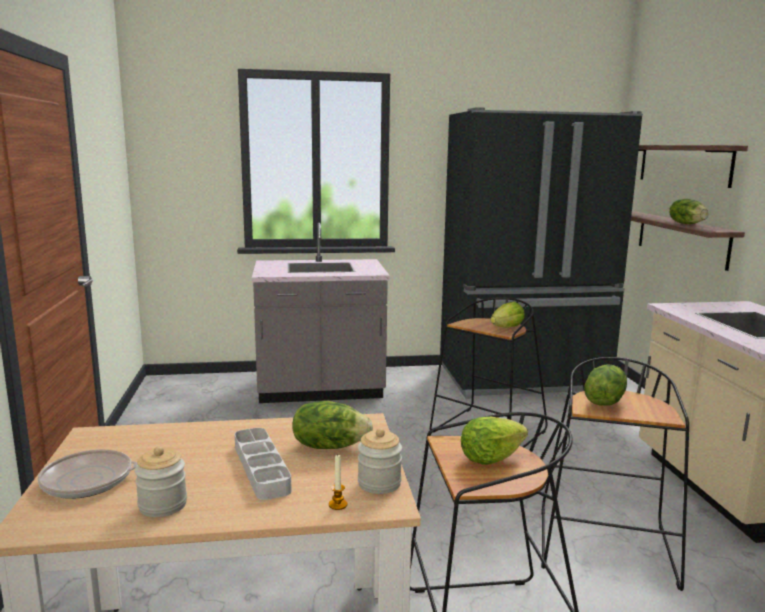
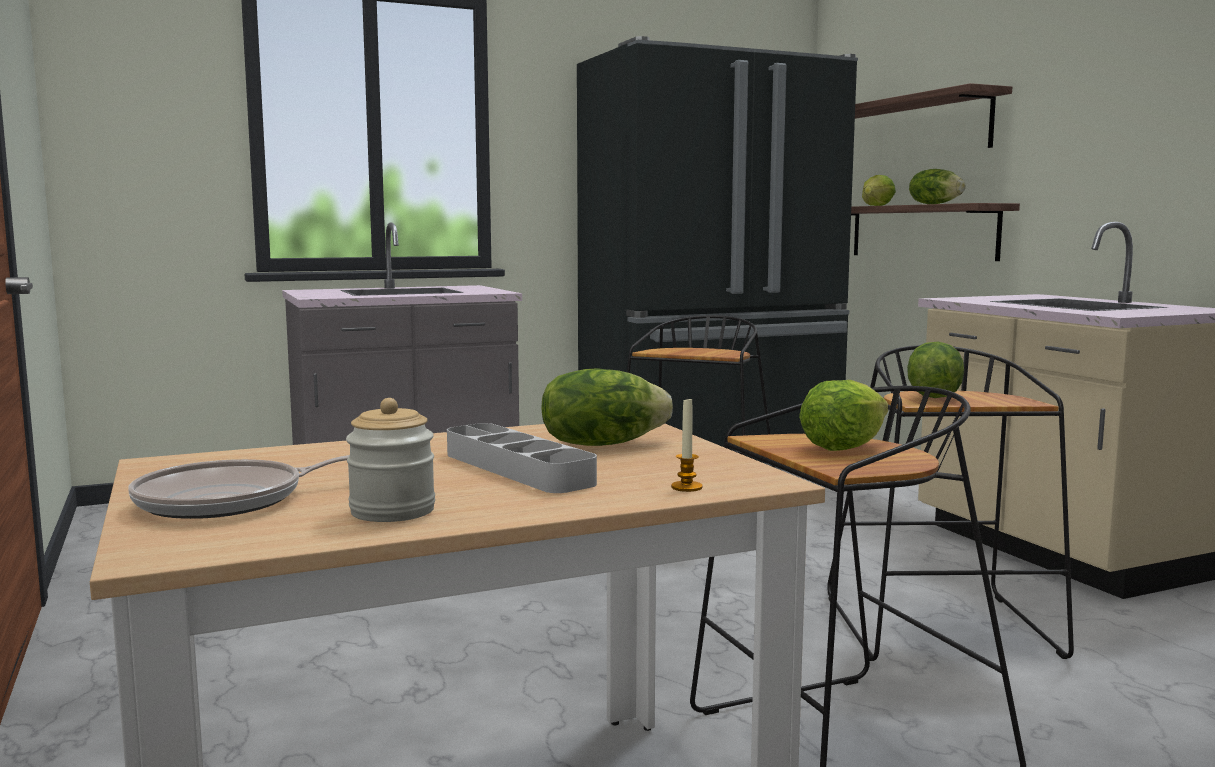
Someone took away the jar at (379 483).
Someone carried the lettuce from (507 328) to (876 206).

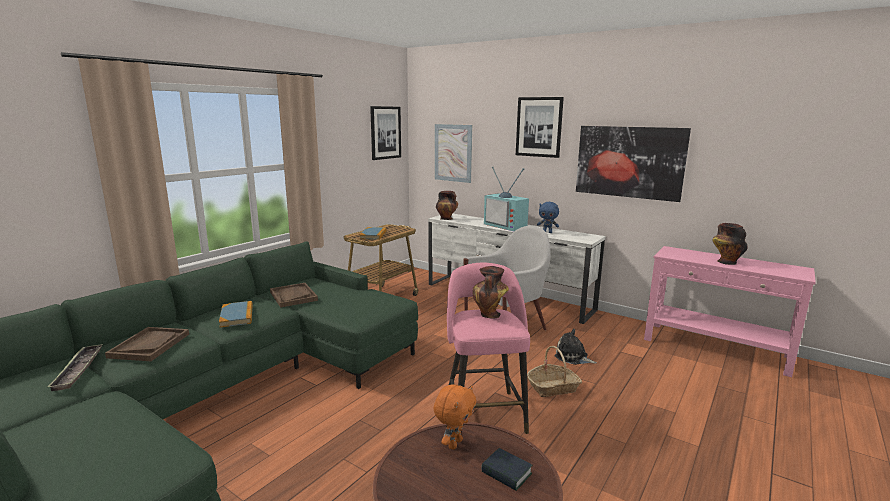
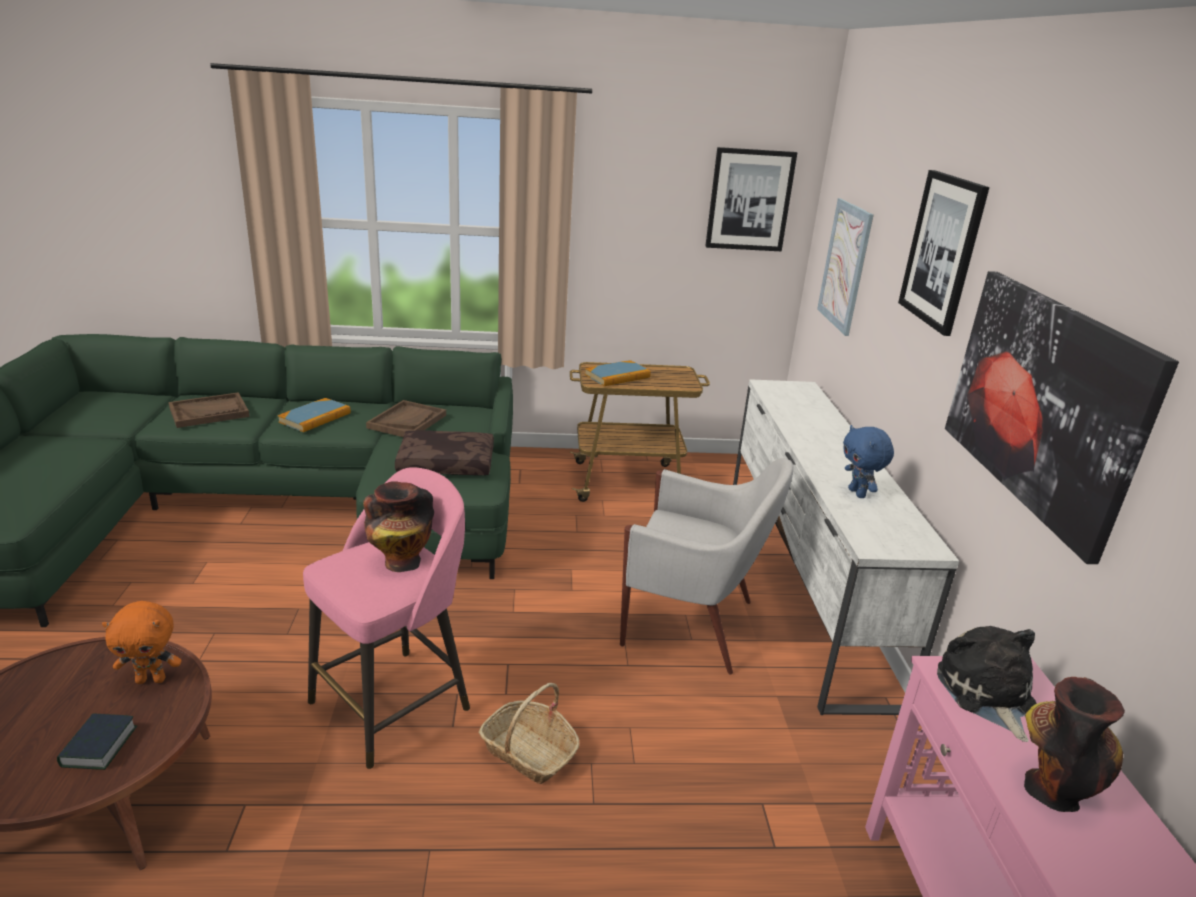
Someone took away the tray at (78 370).
Someone took away the vase at (447 219).
Someone took away the television at (507 226).
Someone carried the plush toy from (573 357) to (986 694).
Someone put down the brown pillow at (447 463).

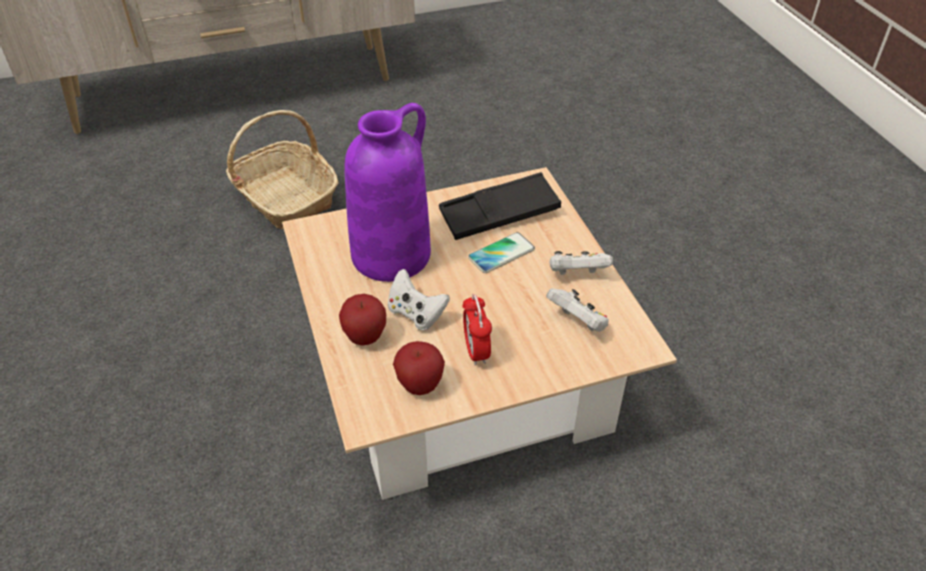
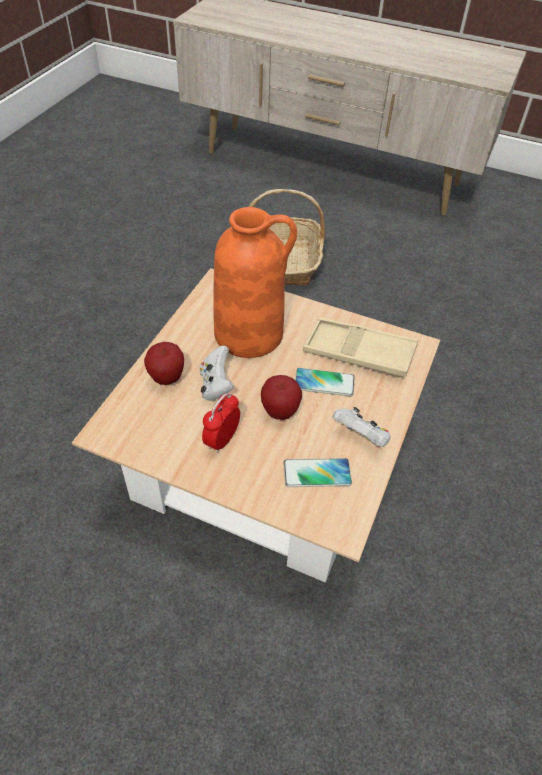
Someone repainted the purple vase at (391 254), which became the orange vase at (250 333).
Someone carried the apple from (420 386) to (280 412).
Someone repainted the black tray at (499 213), which became the beige tray at (359 352).
Someone swapped the white game controller at (578 323) for the phone at (317 473).

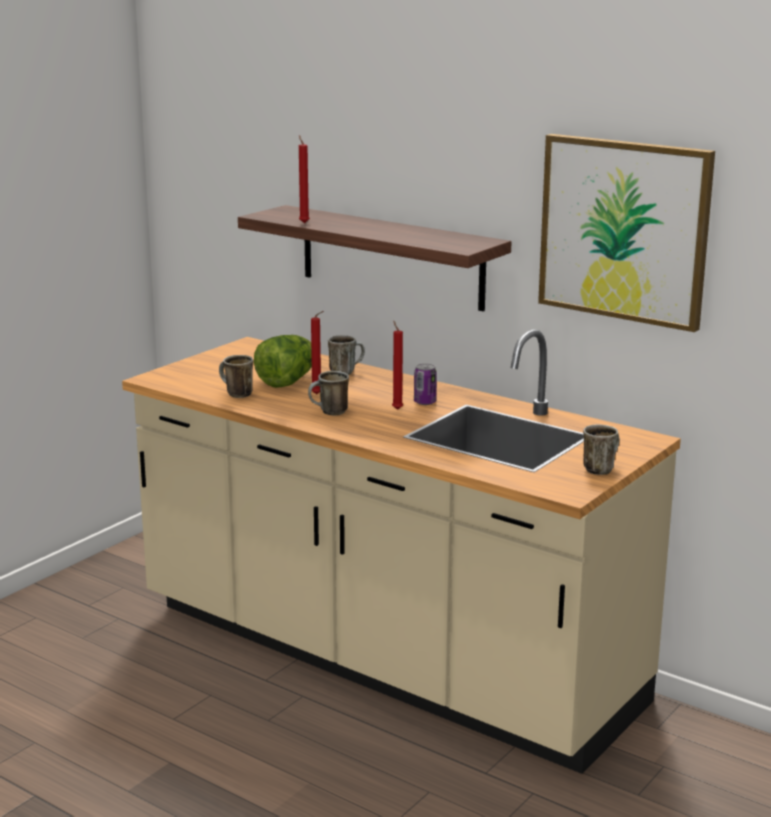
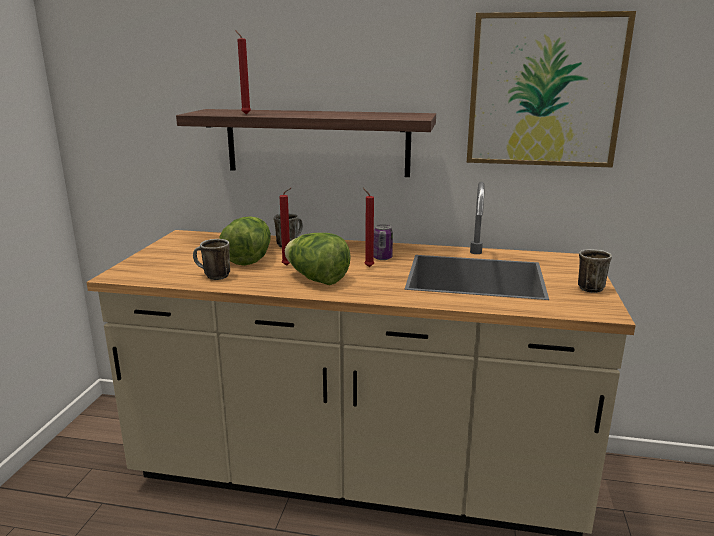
Someone swapped the mug at (329 413) for the lettuce at (316 279).

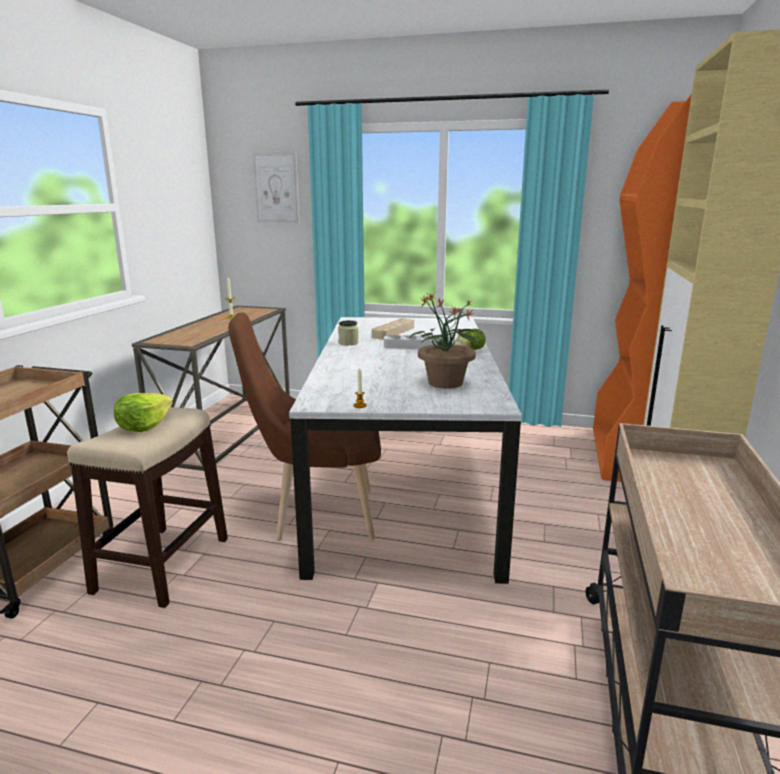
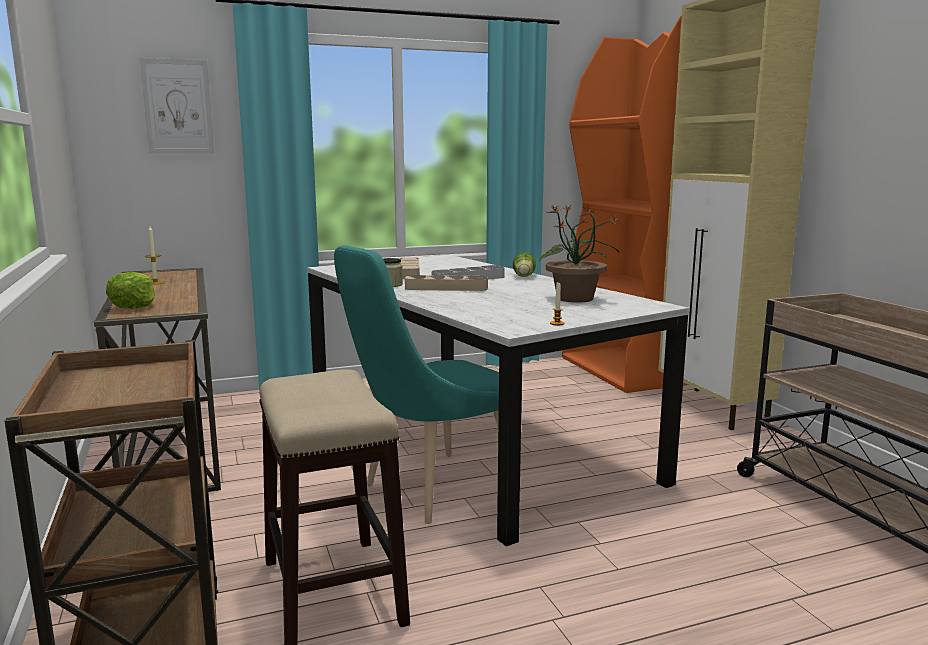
Someone carried the lettuce from (144 426) to (134 306).
Someone repainted the brown chair at (317 516), which became the turquoise chair at (432 490).
Someone put down the beige tray at (446 288).

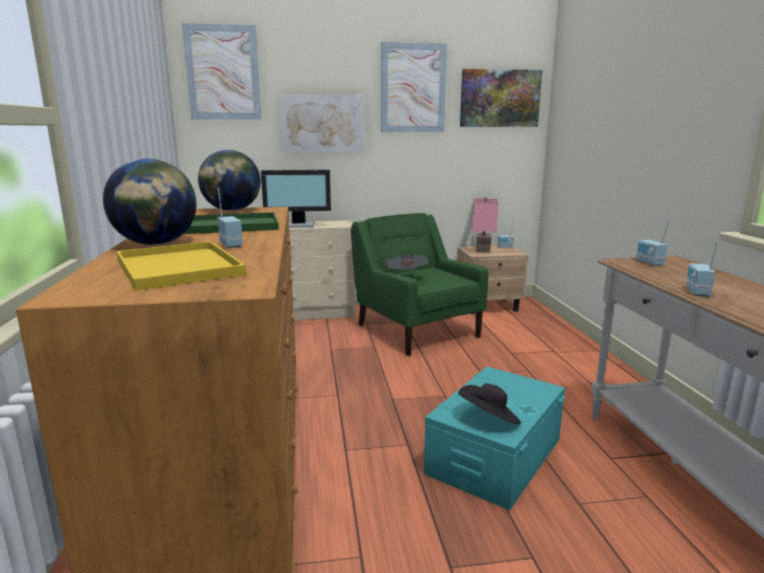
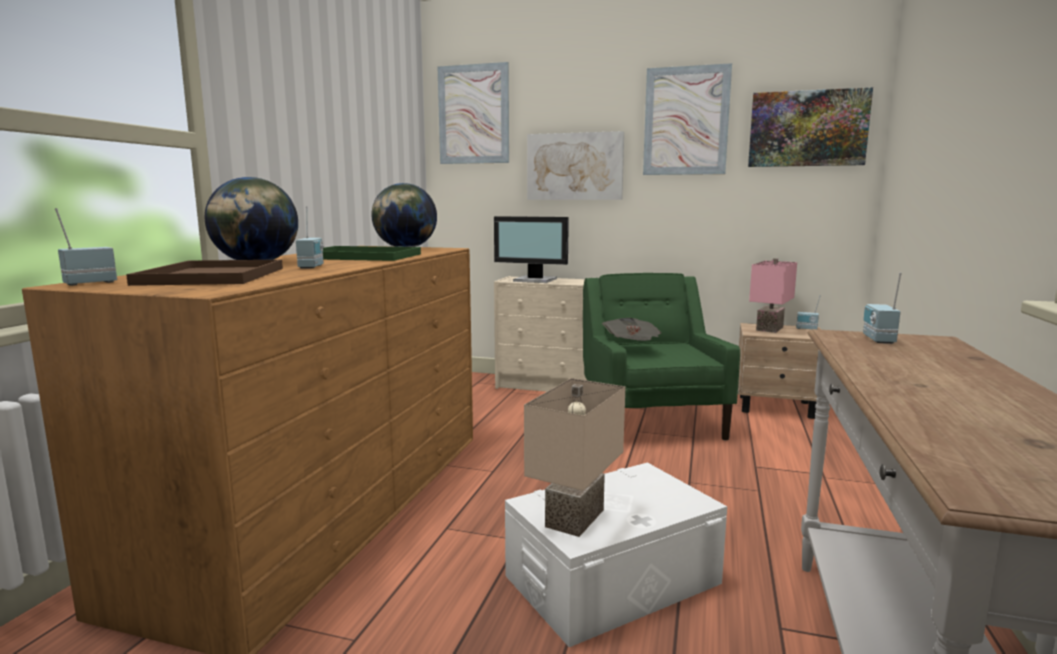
Someone repainted the yellow tray at (176 266), which became the brown tray at (213 275).
Someone repainted the turquoise storage box at (494 456), which became the white storage box at (612 579).
Someone swapped the black hat at (489 419) for the beige table lamp at (577 519).
Someone carried the radio from (696 292) to (90 283).

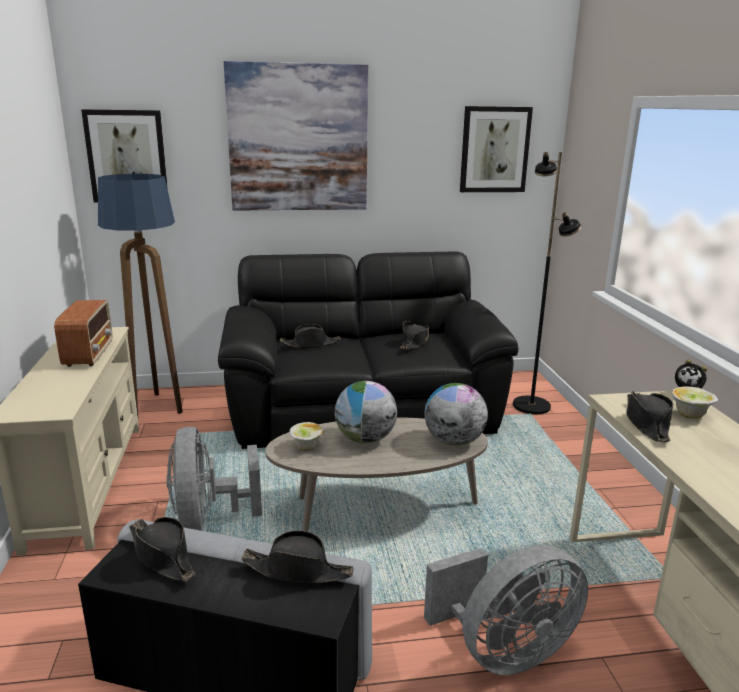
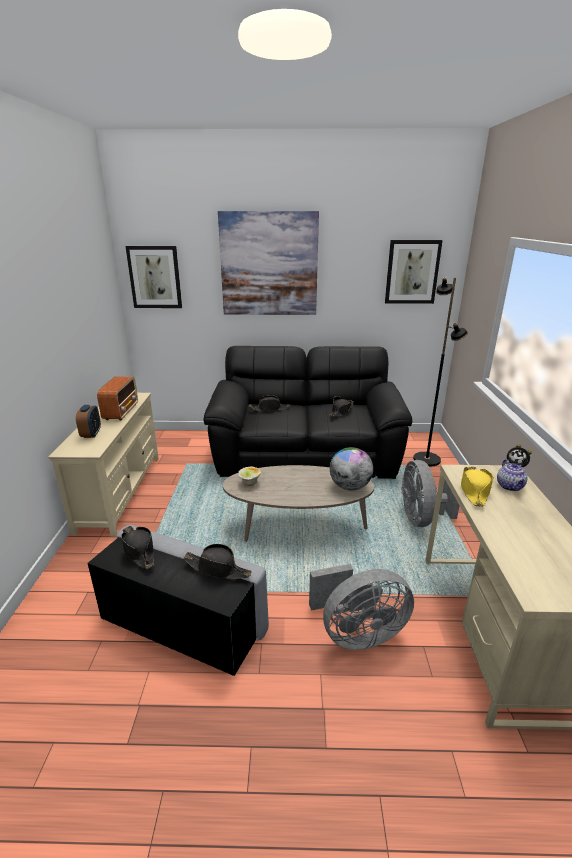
Someone took away the floor lamp at (157 405).
Someone carried the grey fan from (208 520) to (421 518).
Someone took away the globe at (365 439).
Someone repainted the black hat at (647 423), which became the yellow hat at (474 490).
Someone swapped the bowl at (690 415) for the teapot at (510 486).
Someone put down the alarm clock at (91 434).

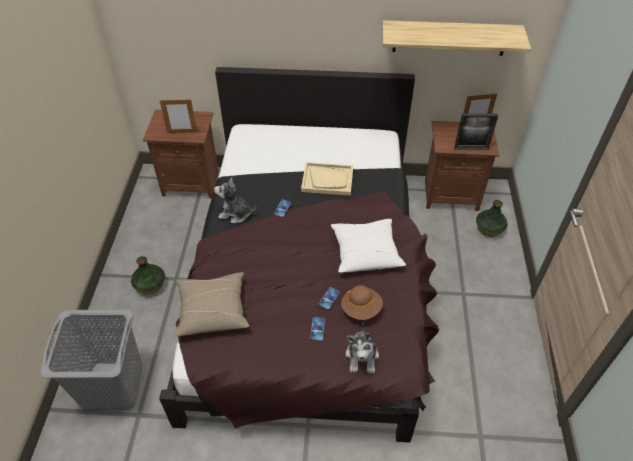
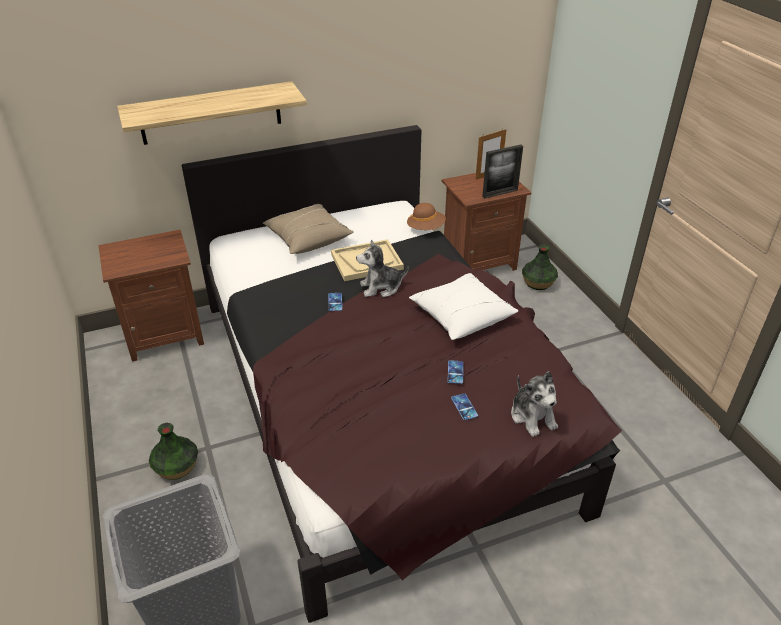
Someone took away the picture frame at (182 132).
Someone carried the beige pillow from (212 310) to (308 238).
Someone carried the plush toy from (235 214) to (381 287).
Someone carried the brown hat from (361 308) to (426 228).
Someone carried the shelf from (449 38) to (211 113).

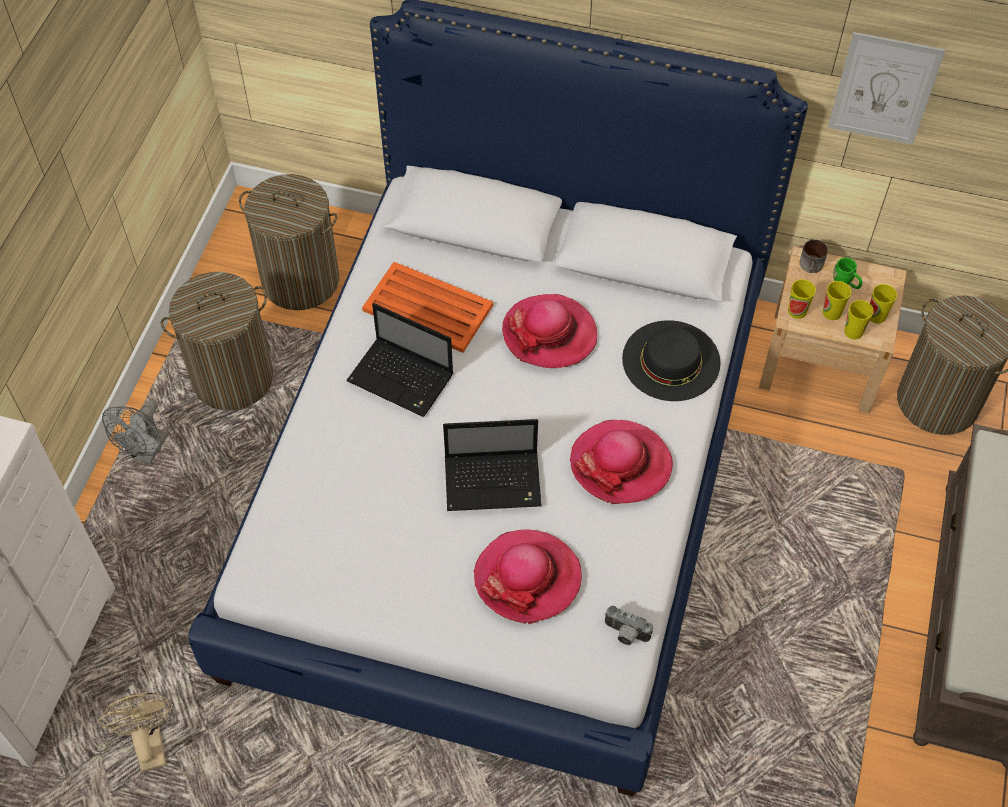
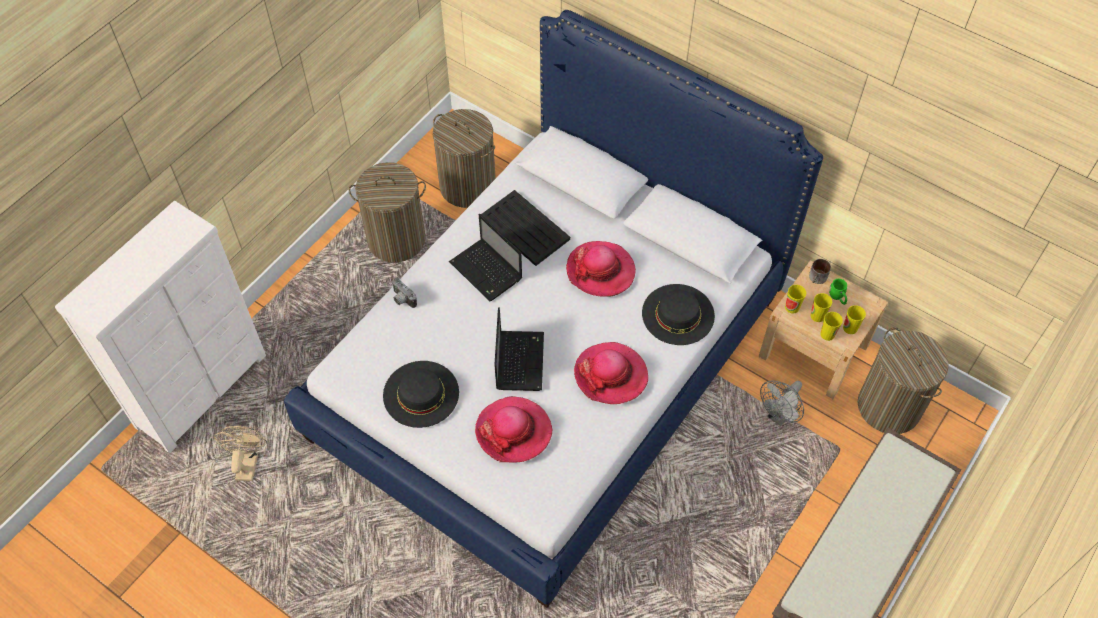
Someone carried the grey fan from (147 452) to (779 416).
Someone repainted the orange tray at (428 309), which became the black tray at (525 229).
Someone rotated the laptop at (495 482) by 105 degrees counterclockwise.
Someone carried the photo camera from (625 634) to (402 299).
Someone took away the picture at (884 89).
Someone put down the black hat at (421 393).

